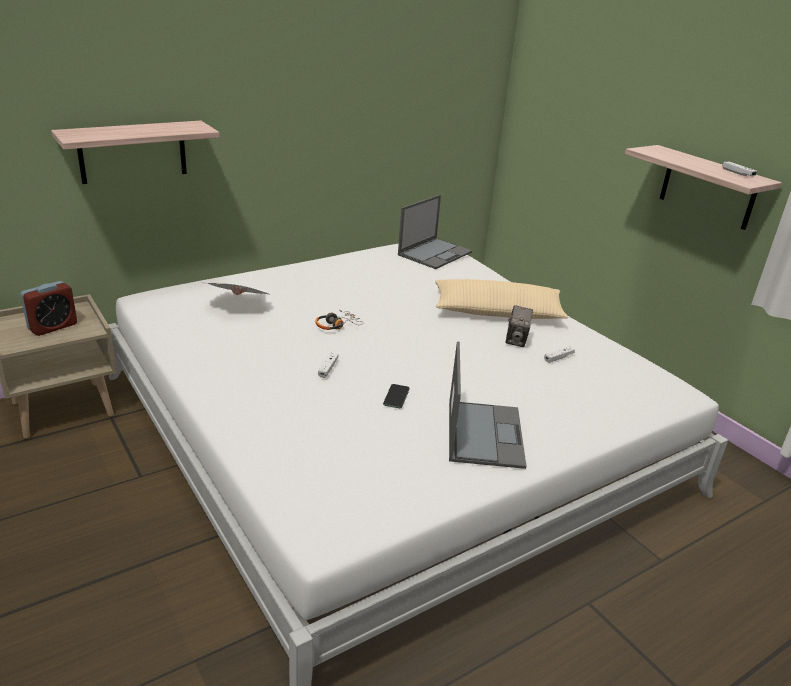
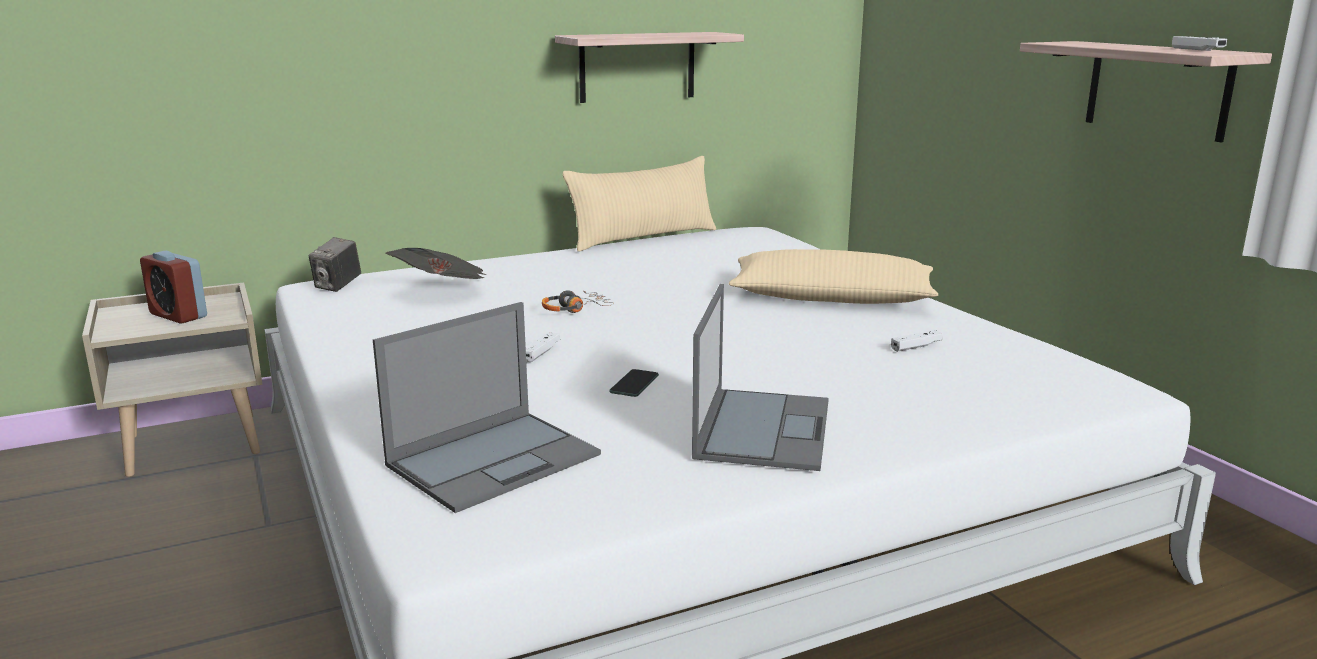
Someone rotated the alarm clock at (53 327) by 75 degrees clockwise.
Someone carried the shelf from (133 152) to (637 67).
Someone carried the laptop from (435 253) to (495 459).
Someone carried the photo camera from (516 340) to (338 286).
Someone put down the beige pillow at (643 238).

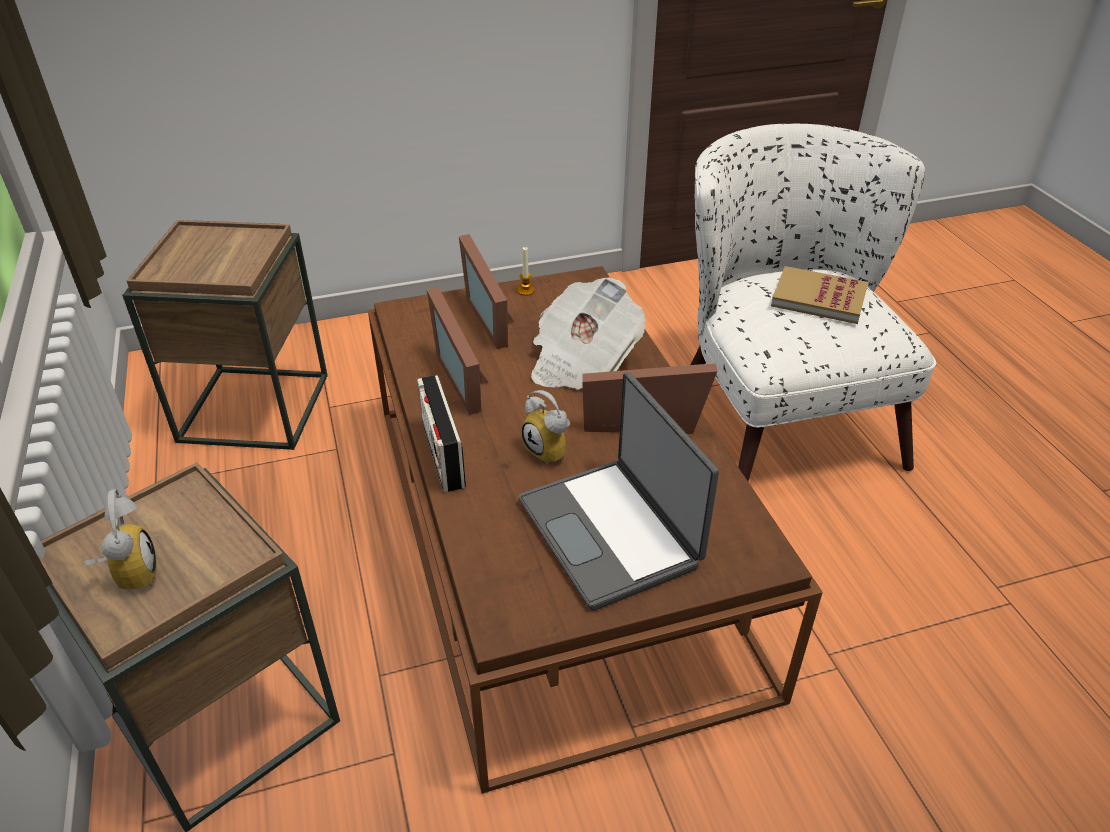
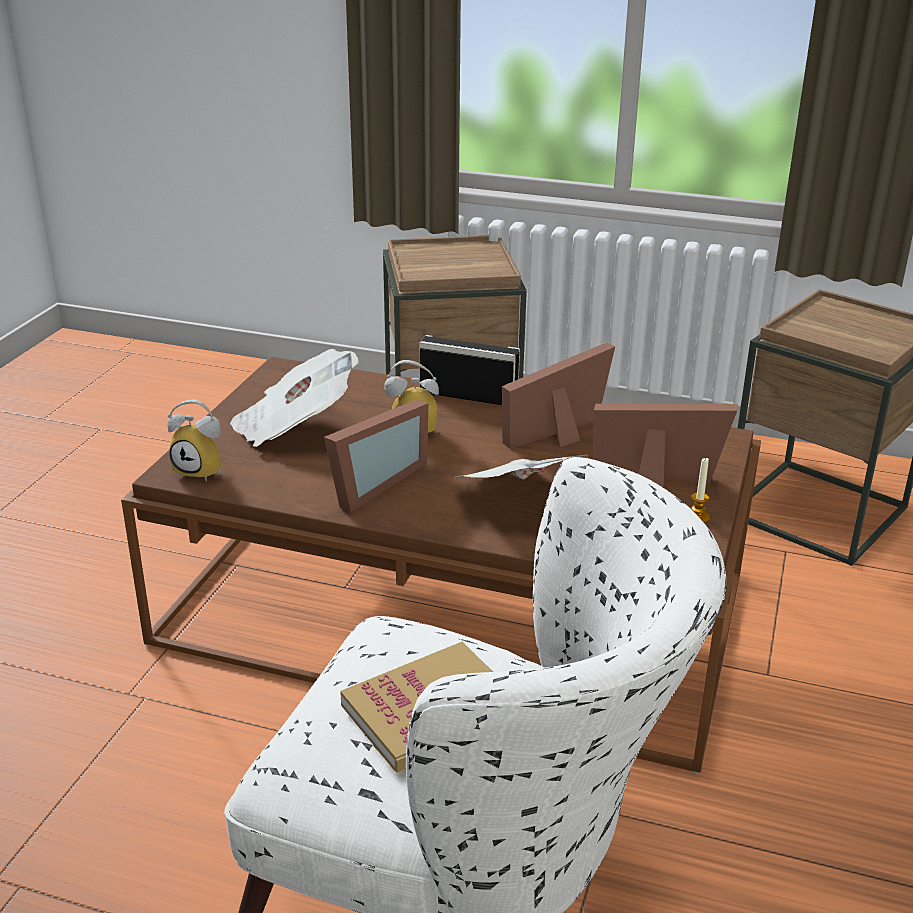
Someone carried the alarm clock from (129 574) to (203 470).
Someone rotated the picture frame at (466 377) by 45 degrees counterclockwise.
Someone swapped the laptop at (611 532) for the newspaper at (294 427).

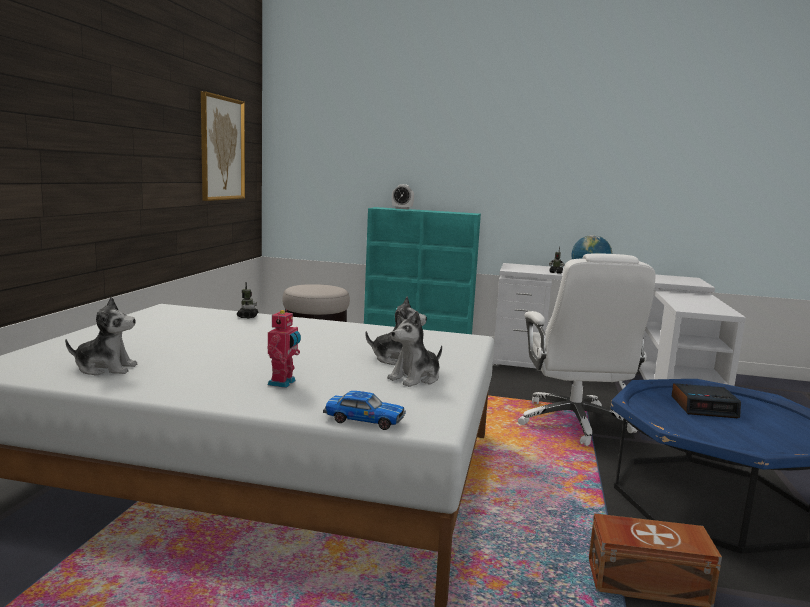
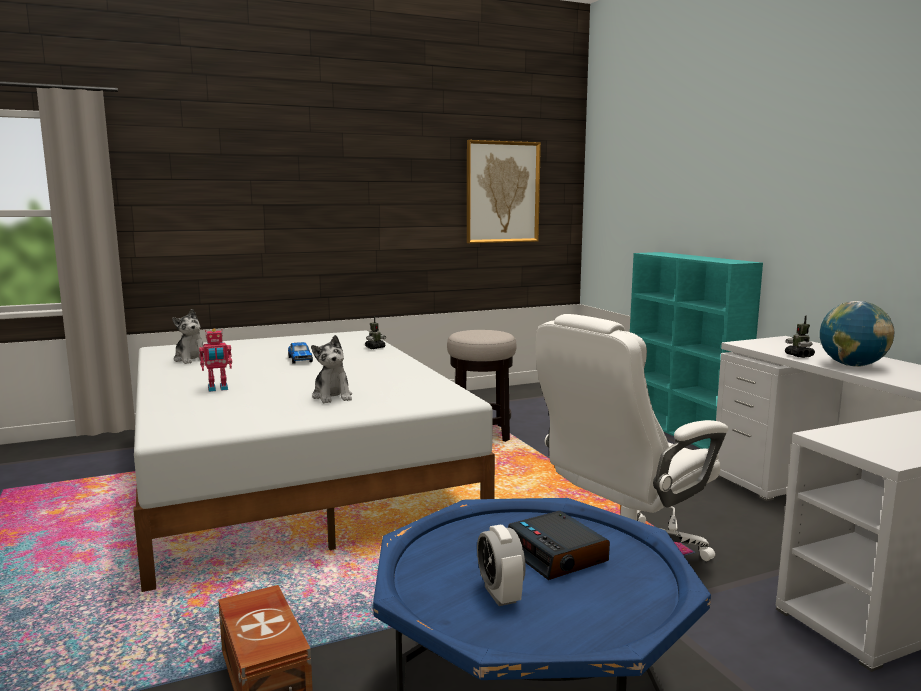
Someone carried the toy car from (363 420) to (300 359).
Someone took away the plush toy at (415 378).
Someone carried the alarm clock from (402 208) to (500 594).

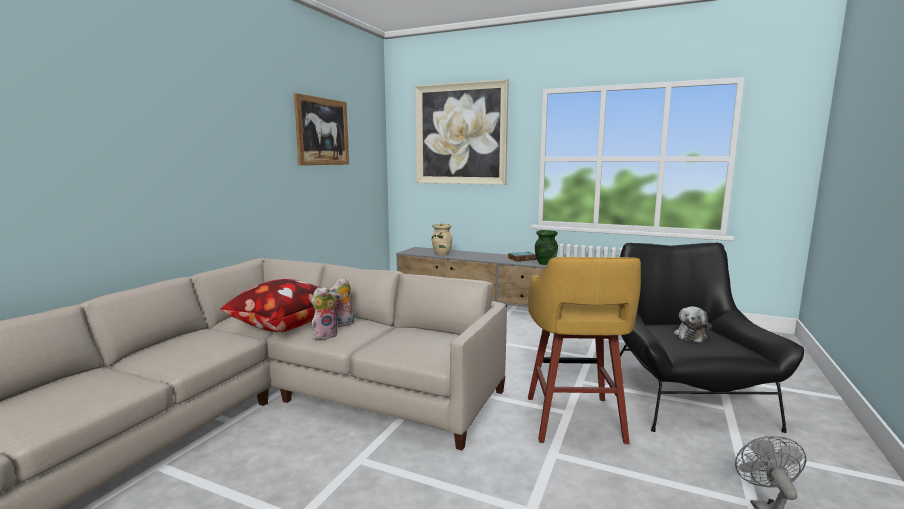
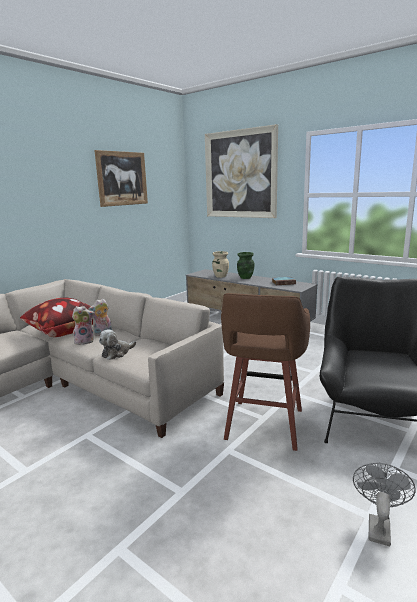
Someone repainted the yellow stool at (574 421), which became the brown stool at (264 426).
Someone carried the green vase from (545 263) to (245 277).
Someone carried the plush toy from (691 335) to (117 353).

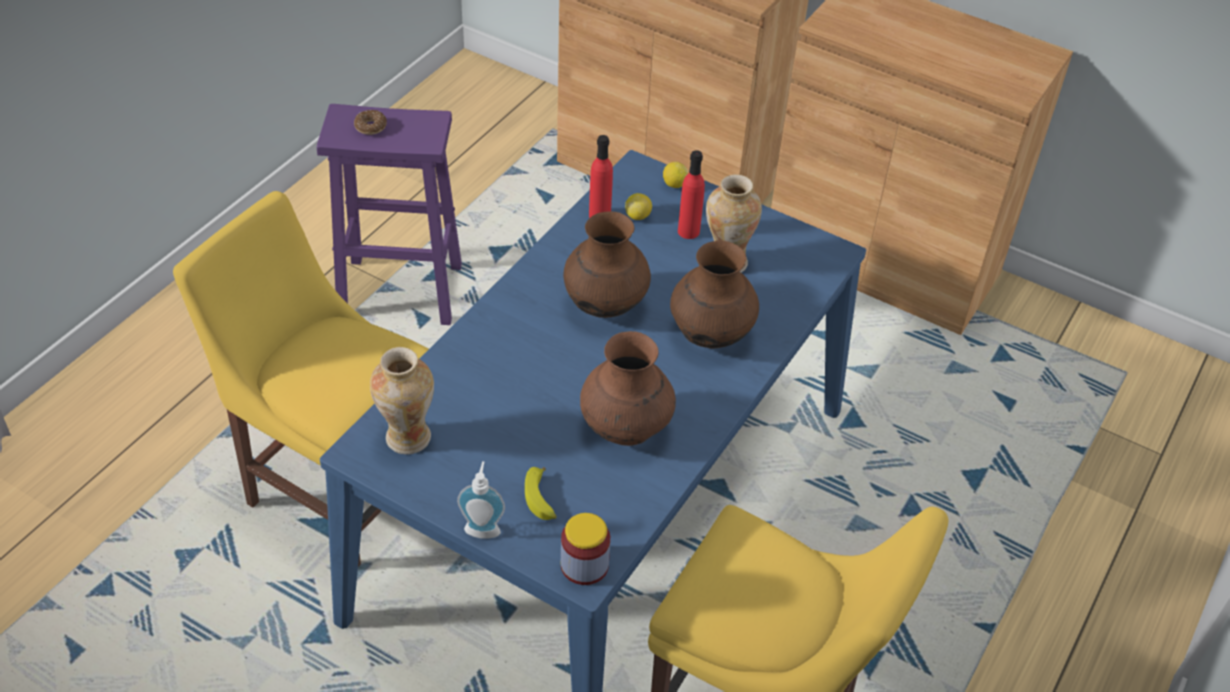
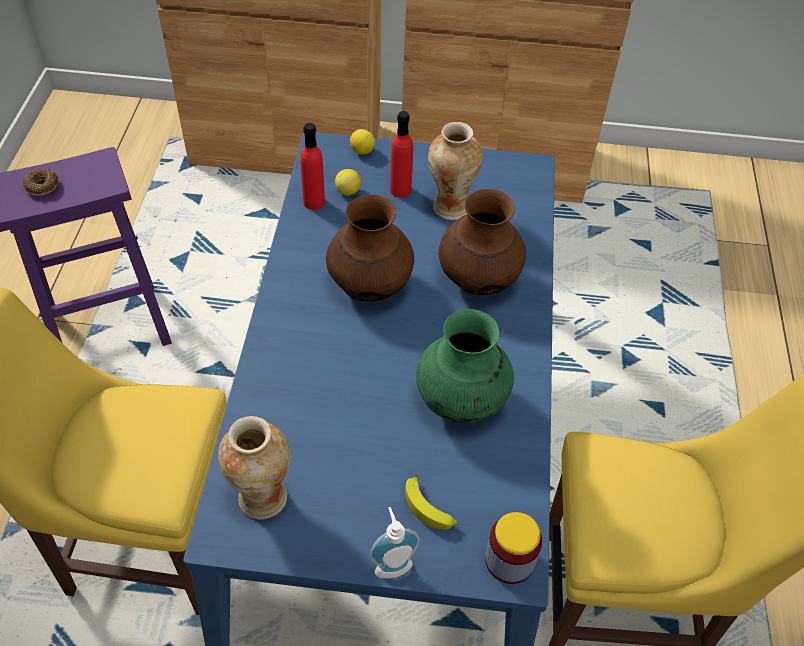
Someone repainted the brown vase at (625 428), which became the green vase at (461 401).

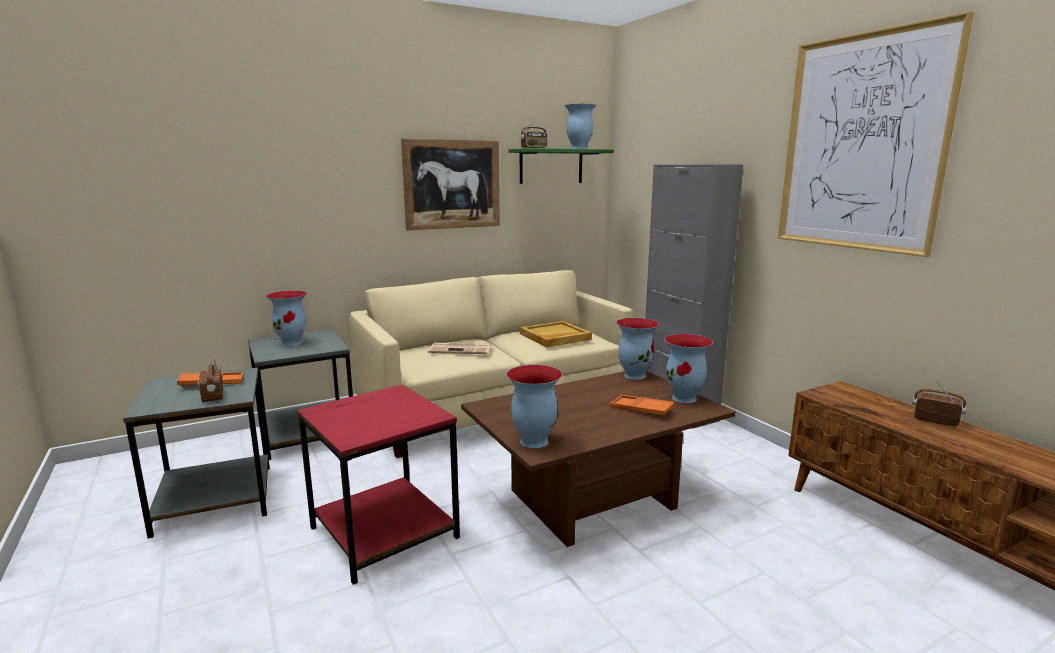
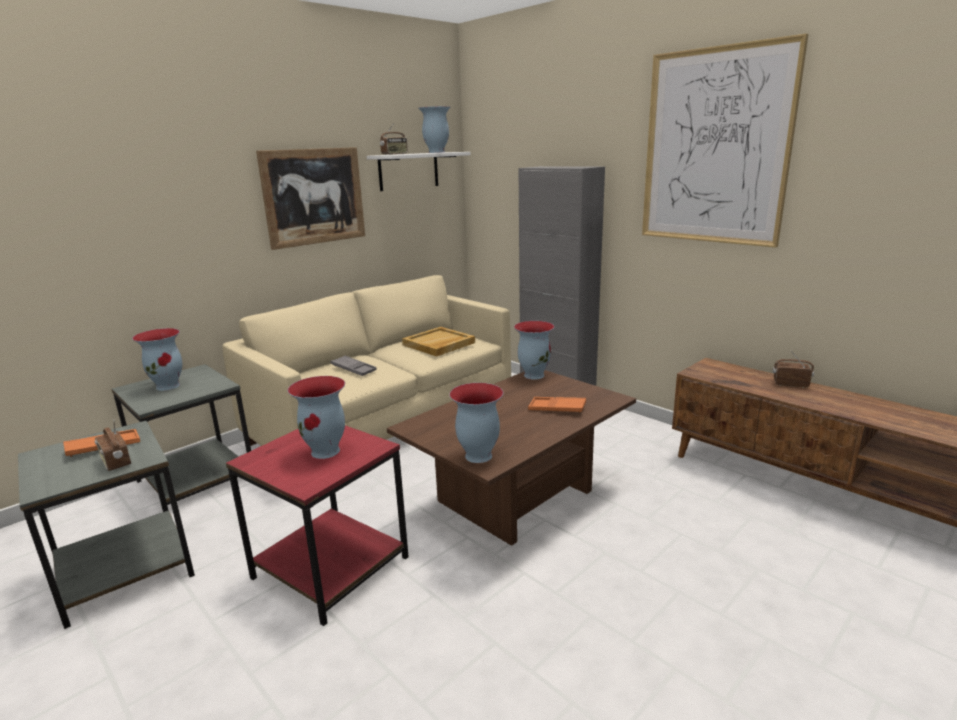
Someone swapped the newspaper at (461 349) for the grey tray at (353 369).
Someone repainted the green shelf at (551 166), which became the white shelf at (408 171).
Someone carried the vase from (685 398) to (326 451).

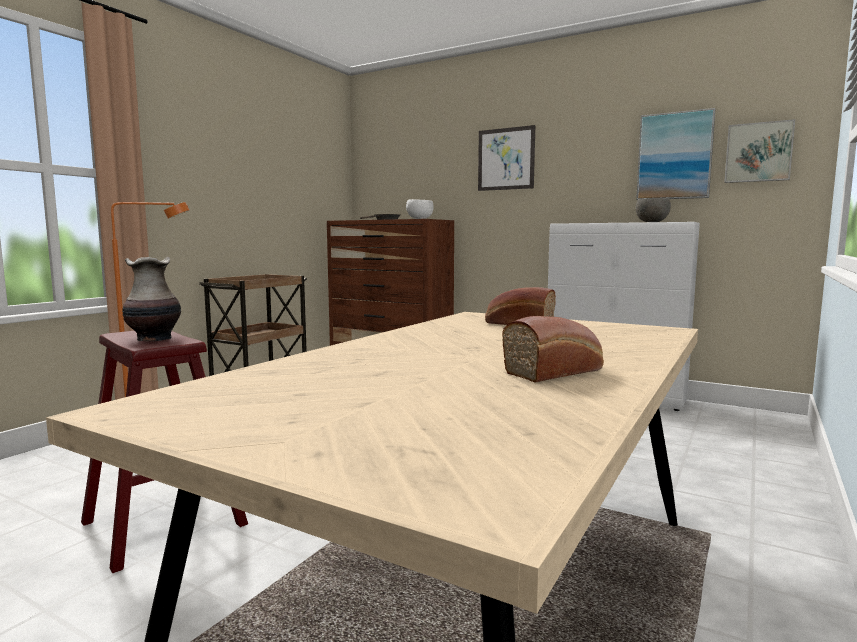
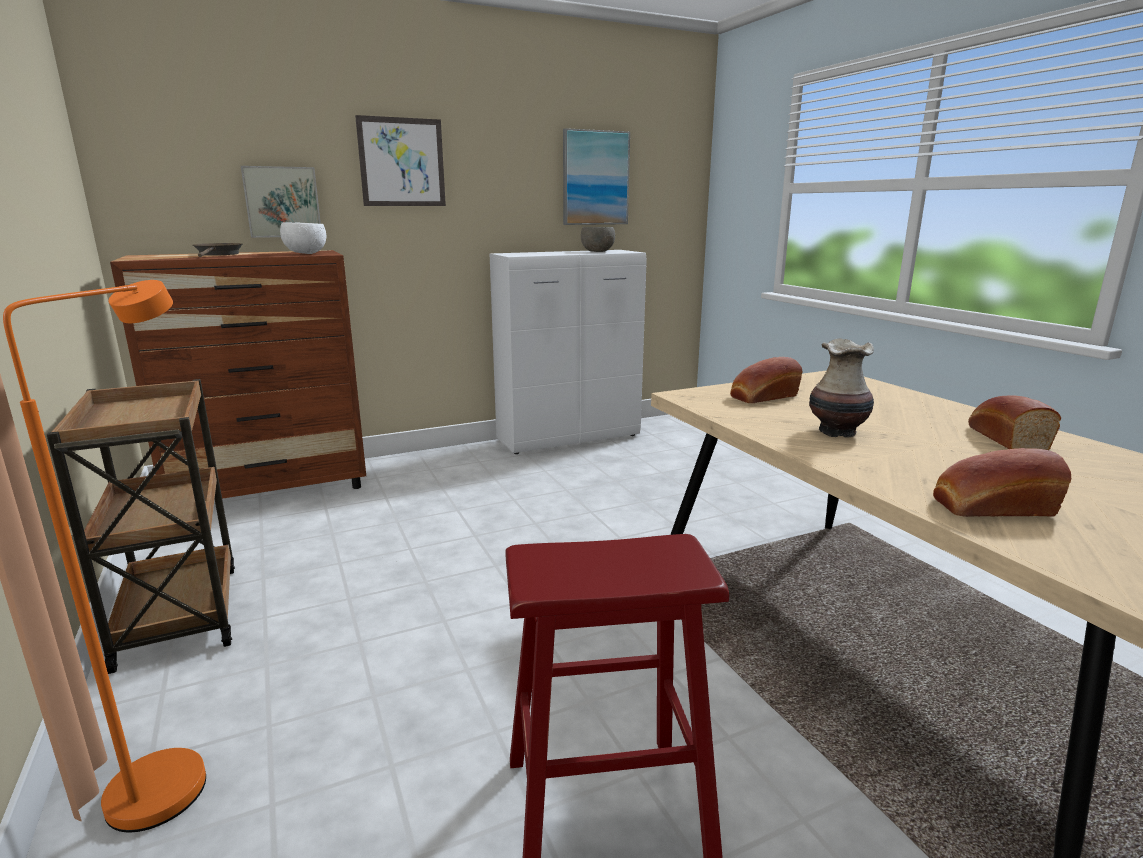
Someone carried the vase from (153 339) to (838 432).
Someone carried the picture from (758 152) to (282 202).
Someone put down the bread at (990 507).

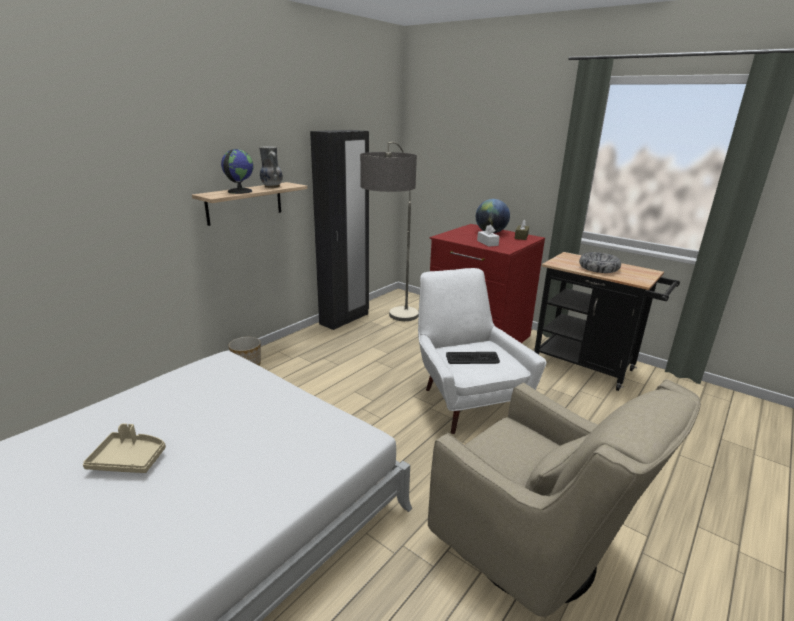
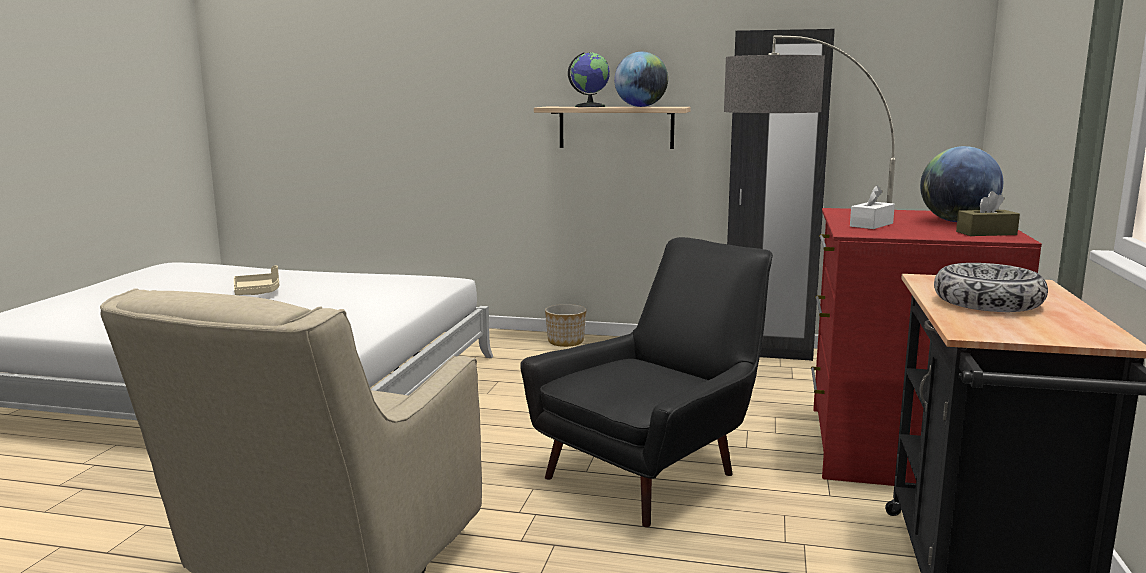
Someone swapped the vase at (271 187) for the globe at (640 106).
Someone repainted the white armchair at (465 398), which became the black armchair at (654 471).
Someone took away the keyboard at (472 359).

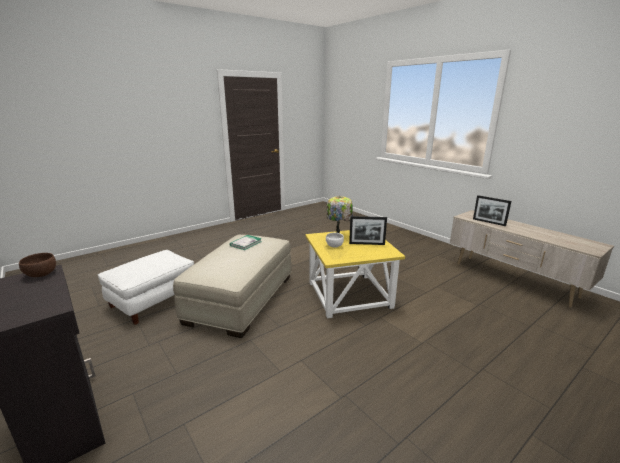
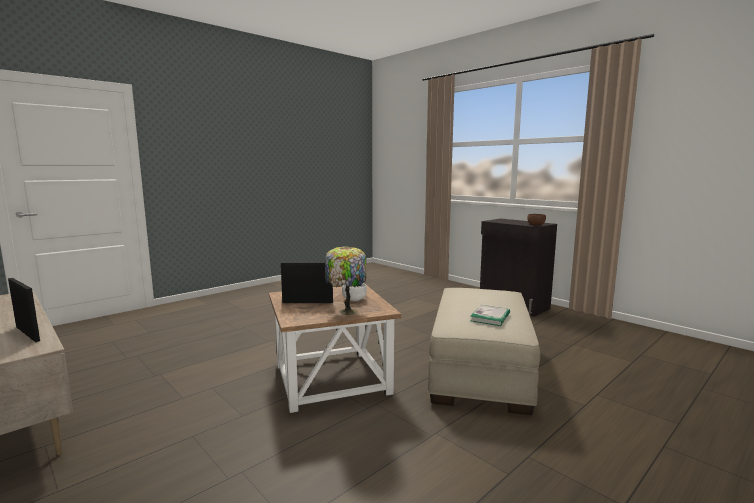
Someone took away the white ottoman at (153 300).
Someone repainted the yellow side table at (349 294), which became the brown side table at (330 380).

